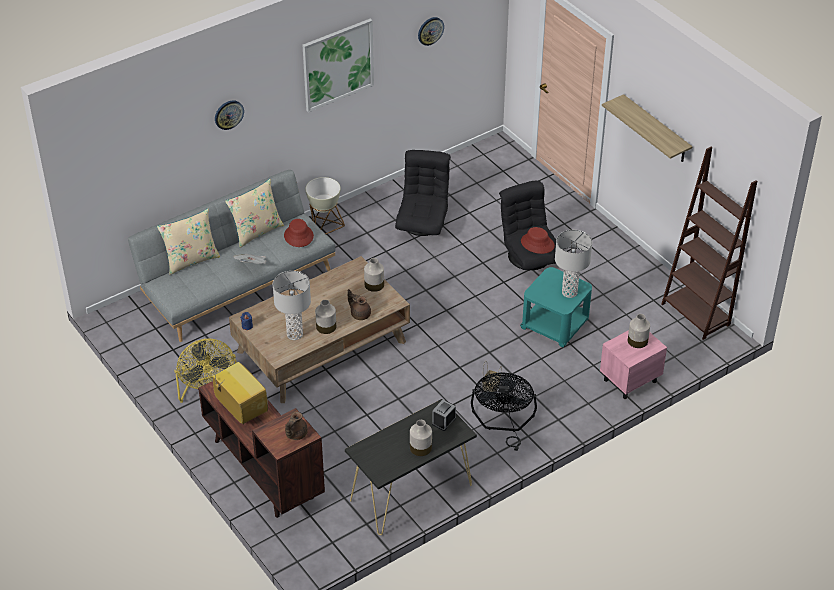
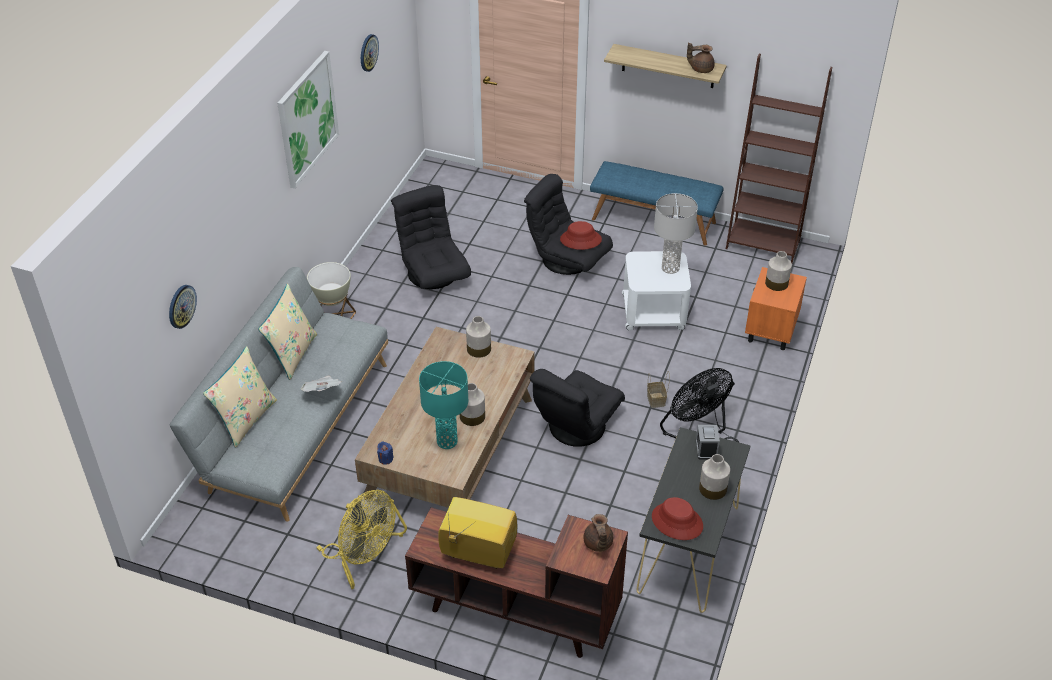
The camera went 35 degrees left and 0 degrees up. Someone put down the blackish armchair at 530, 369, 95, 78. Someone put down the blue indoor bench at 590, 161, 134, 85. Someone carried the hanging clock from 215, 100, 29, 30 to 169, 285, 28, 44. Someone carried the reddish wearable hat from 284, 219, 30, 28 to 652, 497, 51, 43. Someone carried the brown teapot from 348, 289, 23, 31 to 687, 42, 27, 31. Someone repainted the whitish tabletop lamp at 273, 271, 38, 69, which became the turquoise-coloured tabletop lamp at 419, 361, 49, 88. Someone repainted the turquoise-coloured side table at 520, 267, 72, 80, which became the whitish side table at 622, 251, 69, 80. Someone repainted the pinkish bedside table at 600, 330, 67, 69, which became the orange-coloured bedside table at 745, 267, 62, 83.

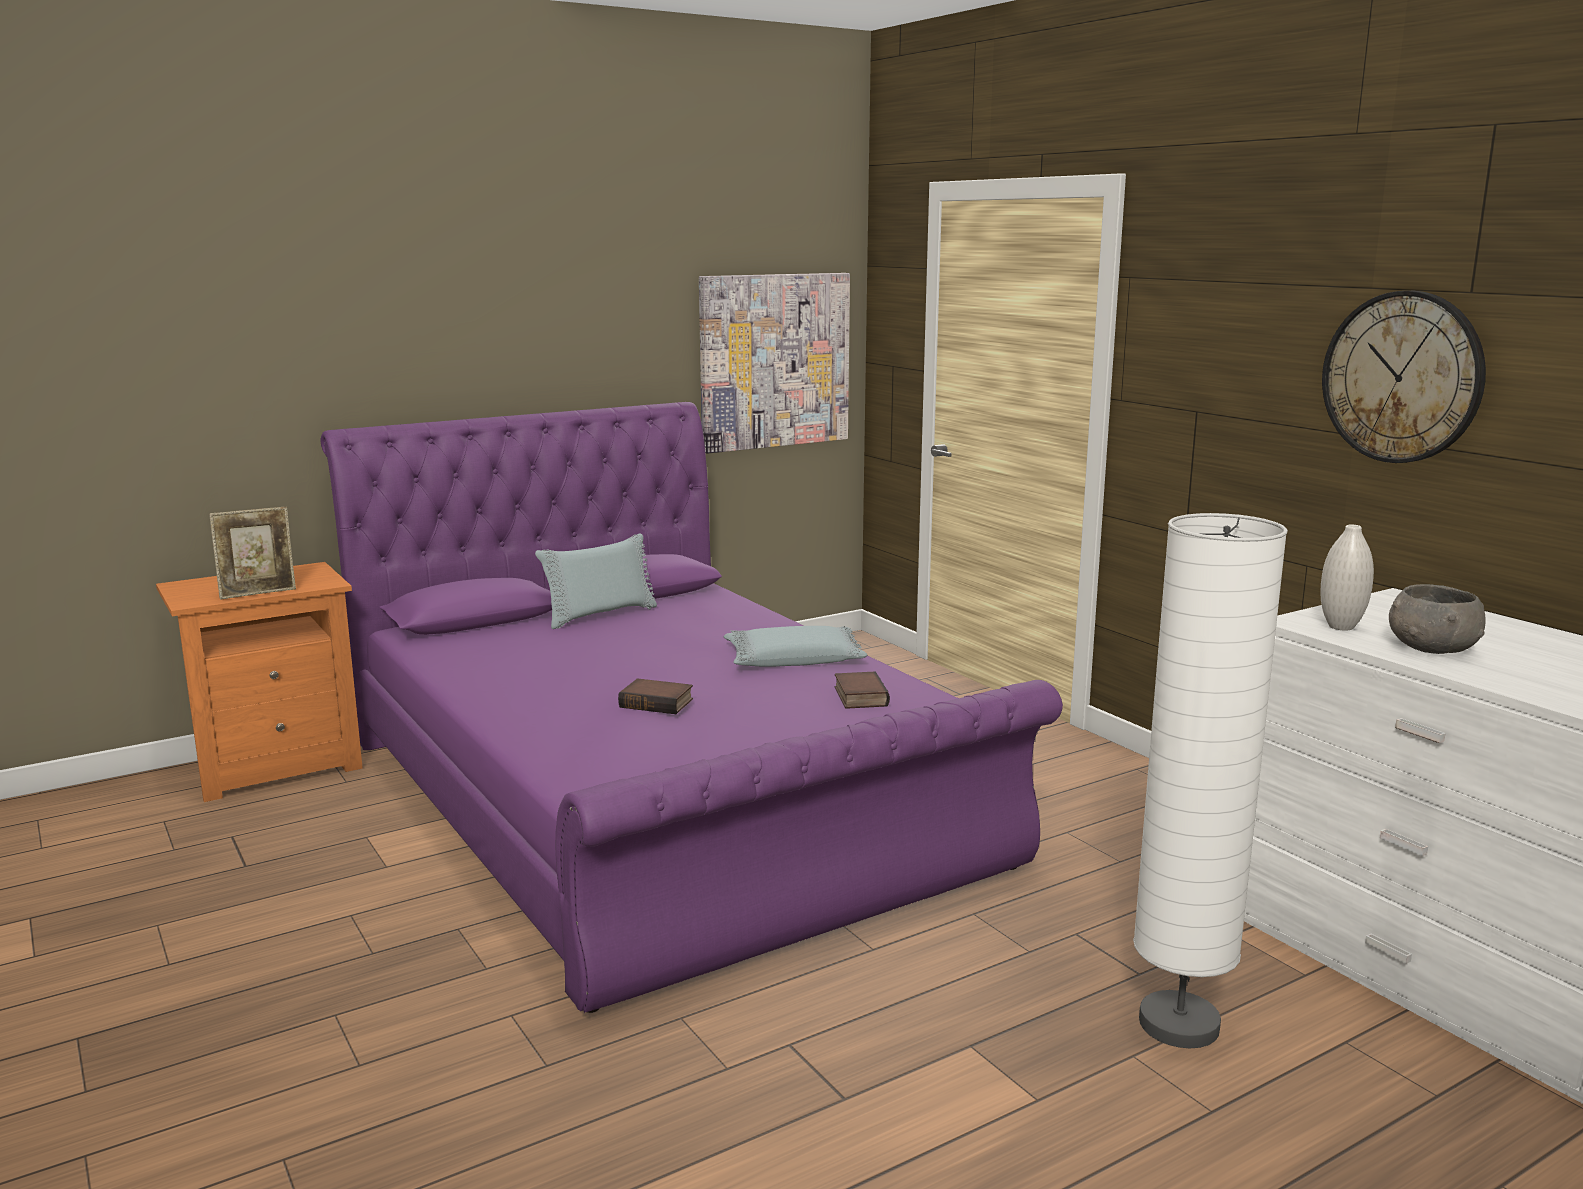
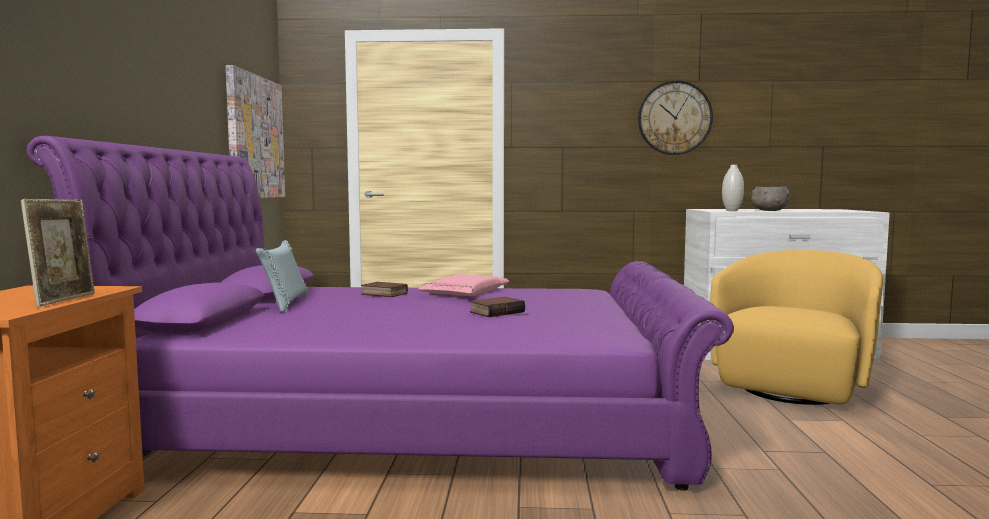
The camera went 55 degrees left and 10 degrees down. Someone carried the bound book from 835, 671, 55, 38 to 361, 282, 47, 15. Someone swapped the whitish floor lamp at 1133, 513, 155, 535 for the yellowish armchair at 710, 250, 173, 155. Someone repainted the blue throw pillow at 724, 626, 143, 41, which became the pinkish throw pillow at 418, 274, 91, 22.

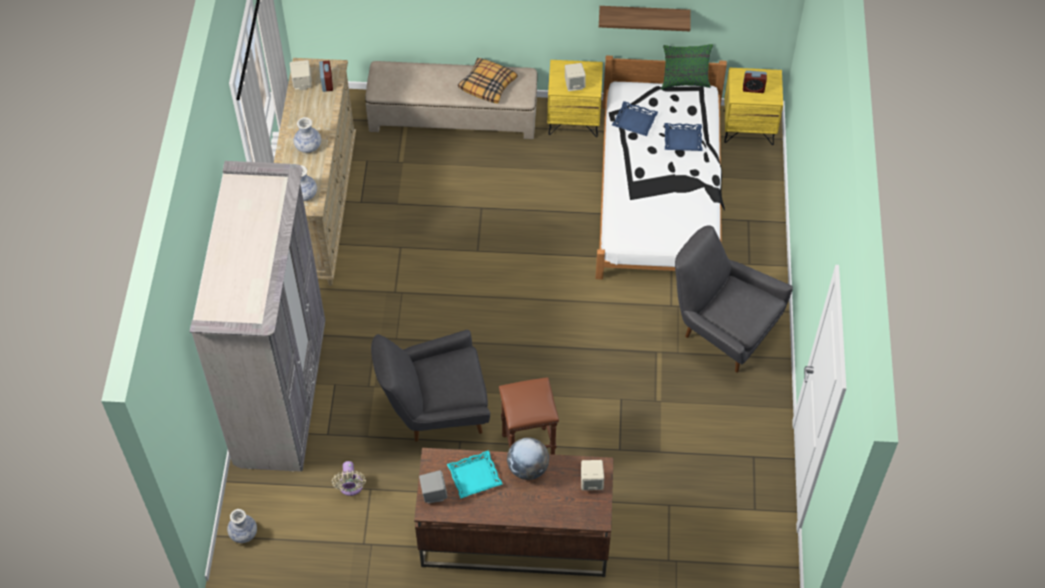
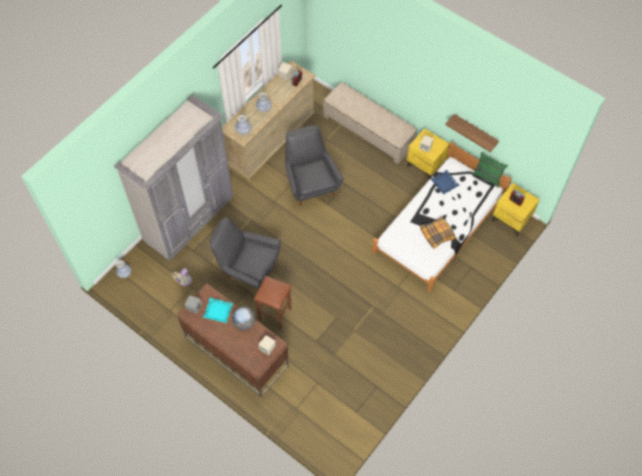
The camera went 35 degrees right and 5 degrees up. Someone took away the blue tray at 664, 123, 39, 28. Someone carried the throw pillow from 458, 58, 59, 45 to 420, 216, 36, 33. Someone carried the greyish armchair from 675, 225, 118, 148 to 285, 126, 59, 80.

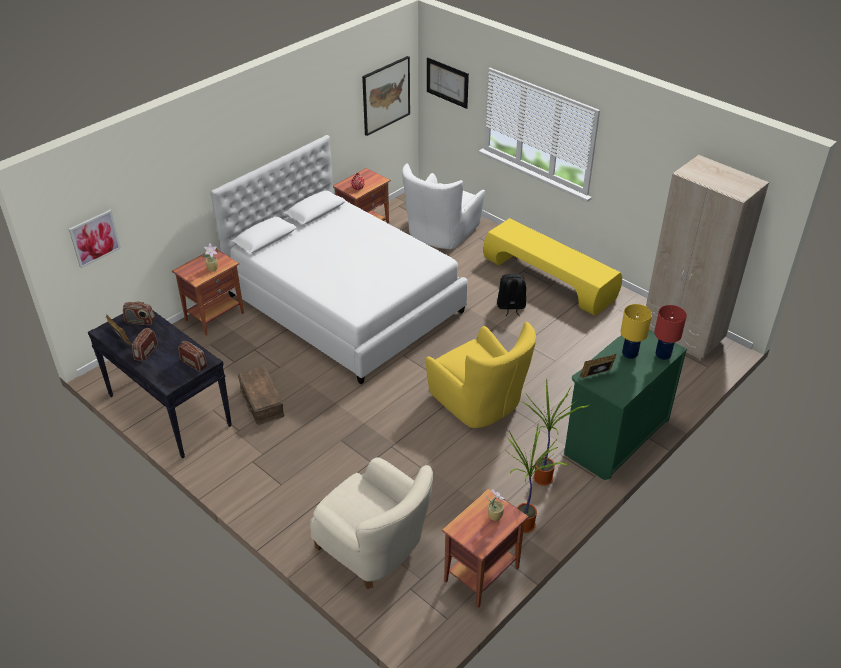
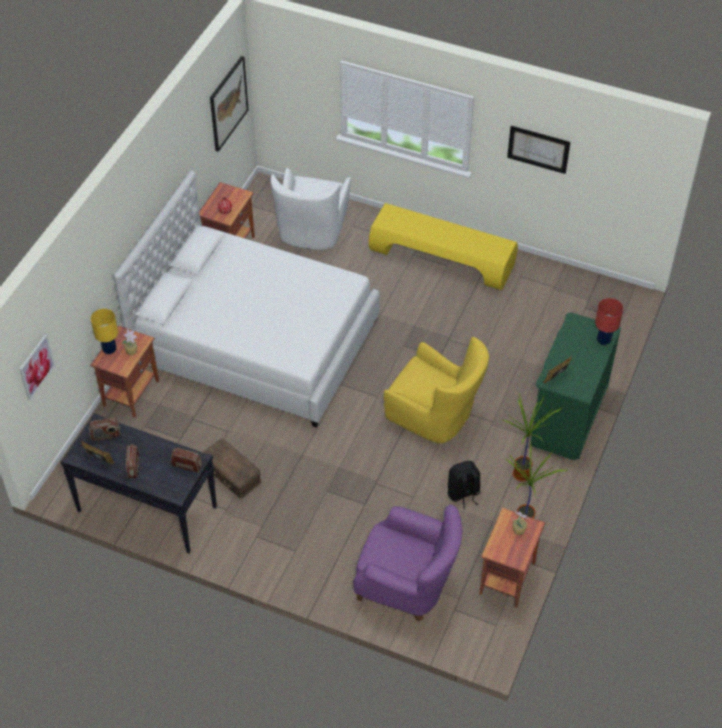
The camera went 20 degrees left and 10 degrees up. Someone took away the beige-coloured clothes cupboard at 646, 155, 123, 206. Someone carried the wall art from 427, 57, 42, 52 to 507, 126, 63, 48. Someone carried the blackish knapsack from 497, 274, 29, 42 to 448, 461, 32, 48. Someone carried the yellowish tabletop lamp from 621, 304, 31, 55 to 91, 309, 27, 45. Someone repainted the beige-coloured armchair at 310, 458, 123, 131, which became the purple-coloured armchair at 354, 504, 108, 118.

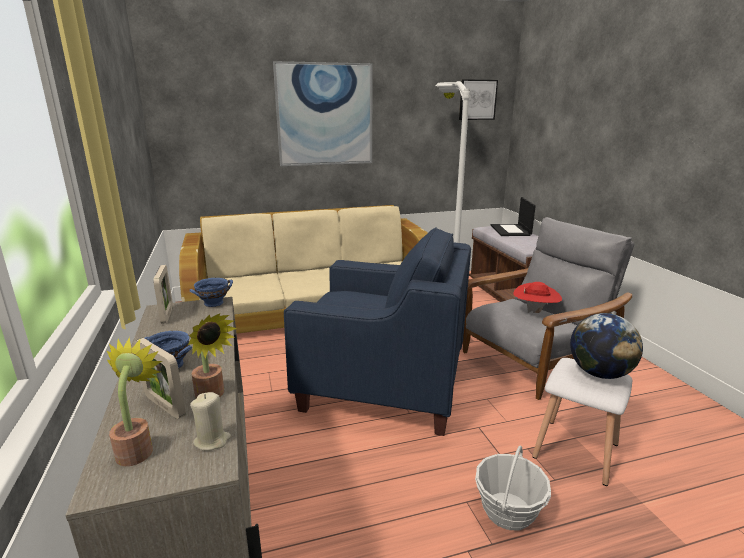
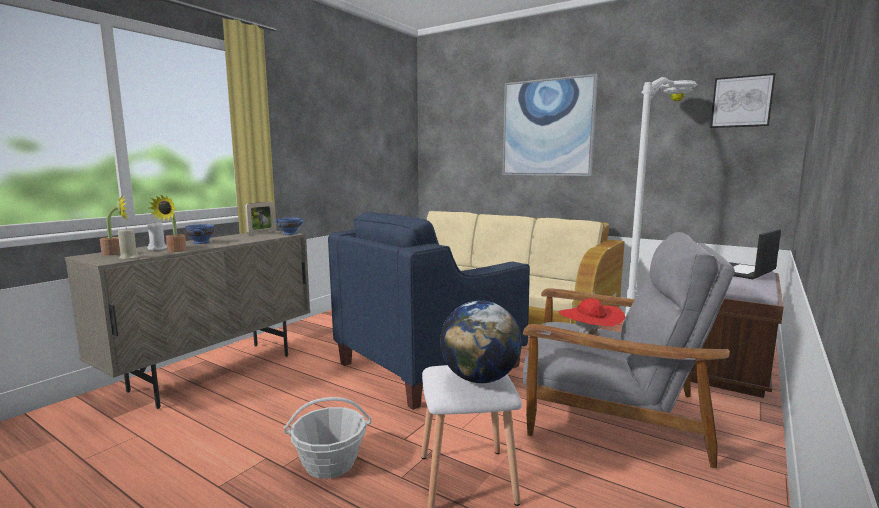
The camera went 50 degrees right and 10 degrees down. Someone swapped the photo frame at 135, 338, 51, 81 for the whitish wax light at 147, 222, 20, 28. Someone rotated the blue armchair at 284, 227, 187, 209 by 75 degrees clockwise.

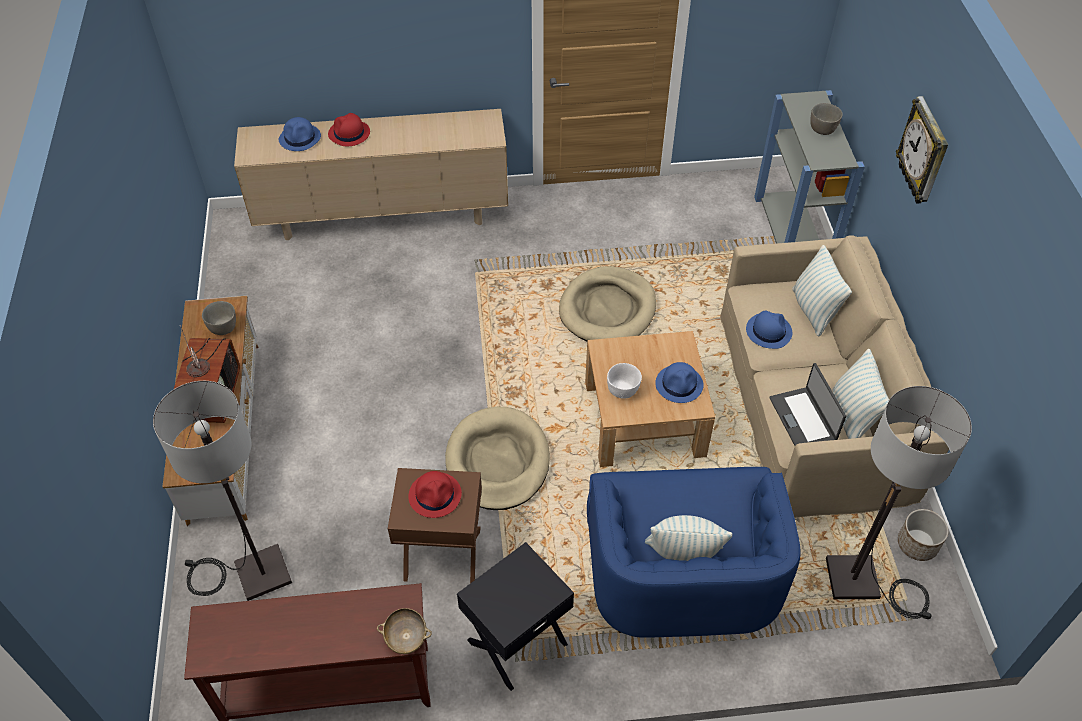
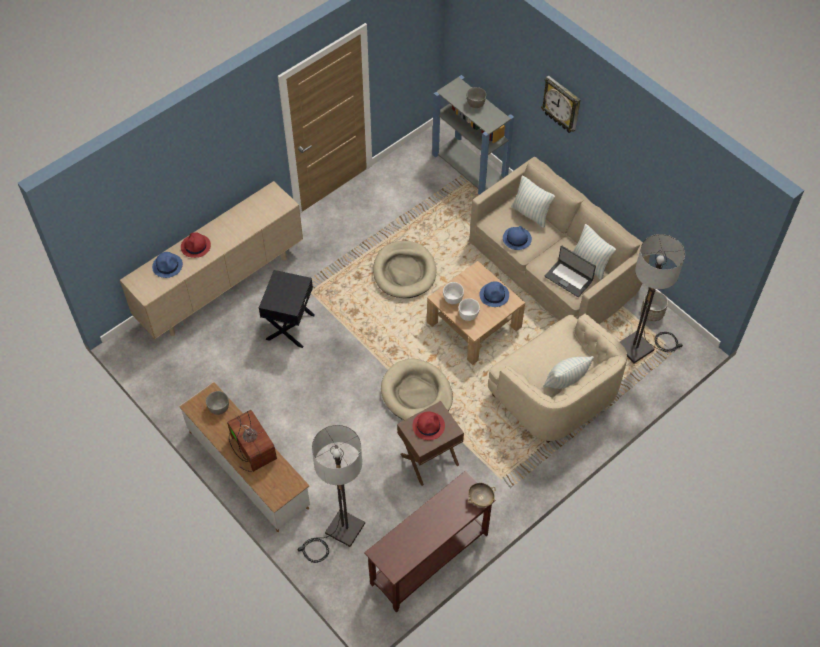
The camera went 35 degrees left and 5 degrees up. Someone put down the whitish deep dish at 443, 282, 21, 22. Someone carried the blackish side table from 457, 542, 117, 149 to 259, 270, 56, 78. Someone repainted the blue armchair at 587, 467, 213, 171, which became the beige-coloured armchair at 488, 313, 139, 130.

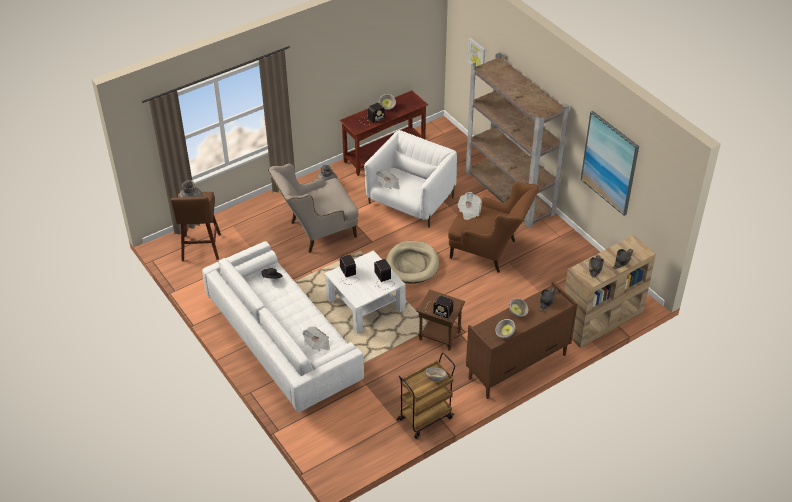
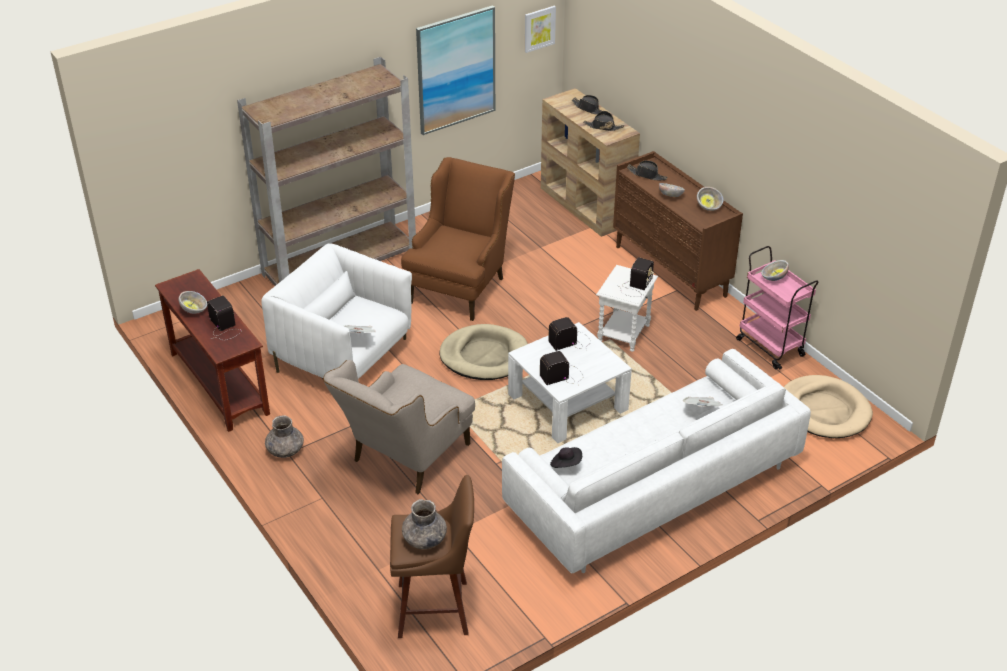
The camera went 90 degrees left and 5 degrees down. Someone took away the printed paper at 457, 192, 25, 28. Someone put down the beige-coloured dog bed at 784, 375, 89, 63. Someone carried the wall art from 468, 37, 17, 29 to 525, 6, 31, 47. Someone repainted the brown trolley at 397, 353, 58, 86, which became the pinkish trolley at 736, 246, 82, 124. Someone repainted the brown side table at 416, 289, 50, 61, which became the whitish side table at 596, 265, 62, 87. Someone rotated the beige-coloured armchair at 268, 164, 90, 89 by 60 degrees clockwise.

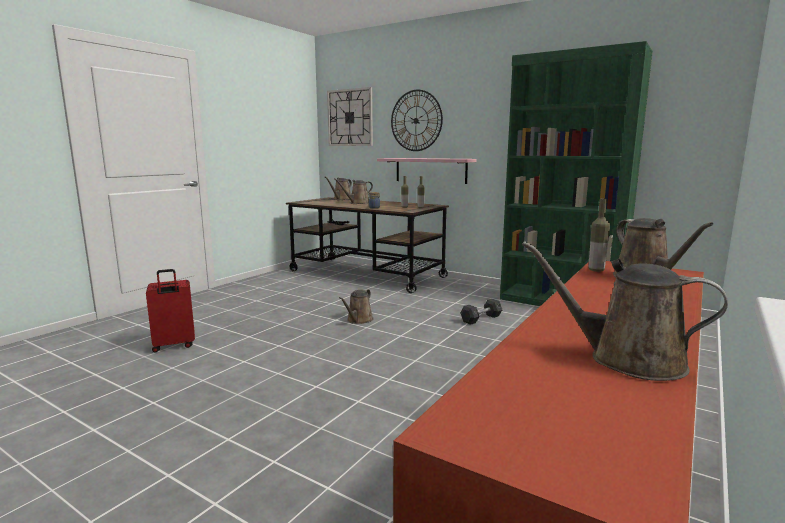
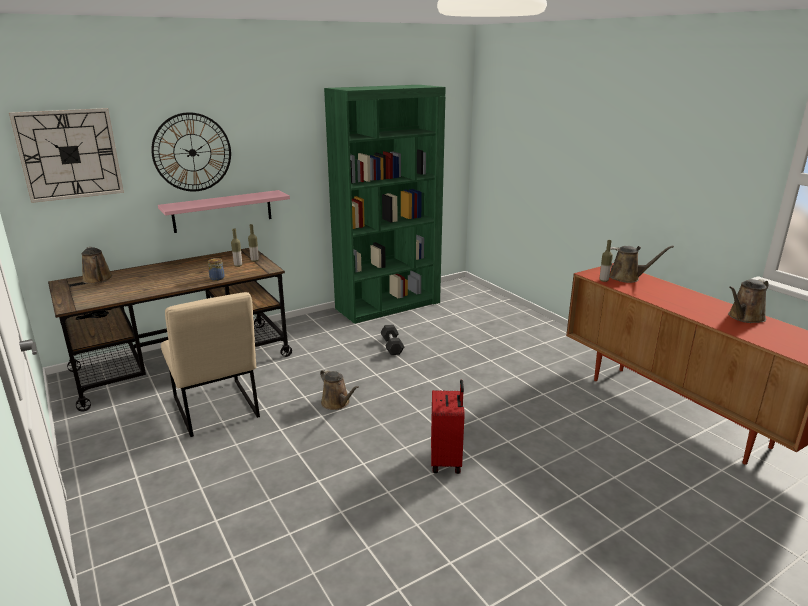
The camera went 65 degrees left and 10 degrees up. Someone took away the brown sprinkling can at 334, 178, 39, 26. Someone put down the beige-coloured plain chair at 161, 292, 99, 145. Someone carried the reddish suitcase from 146, 269, 49, 83 to 431, 380, 34, 94.

